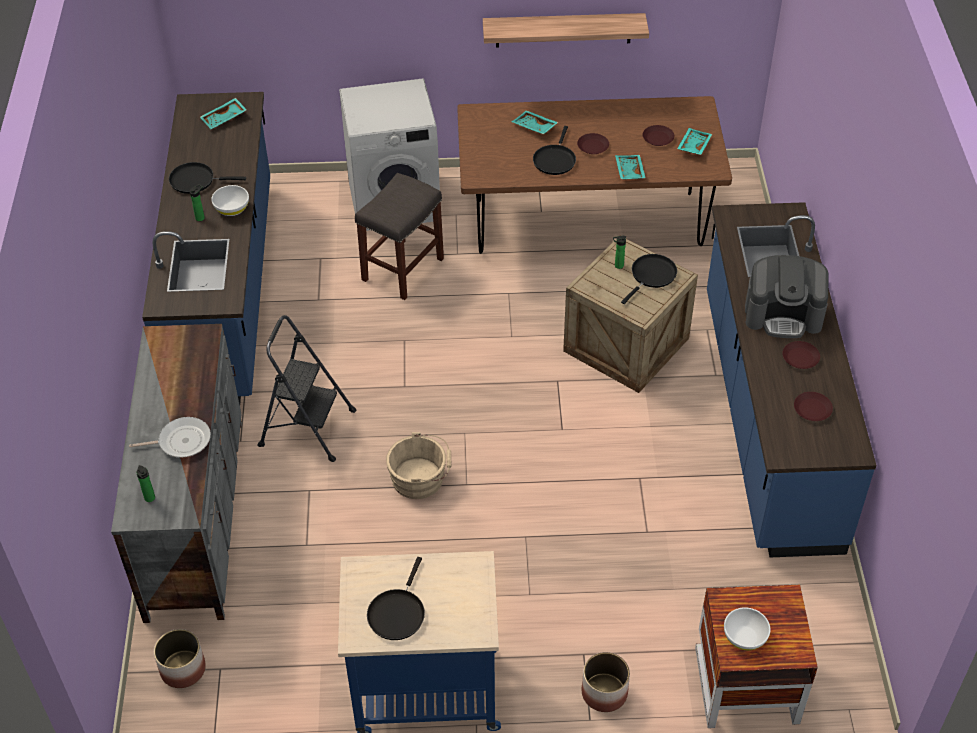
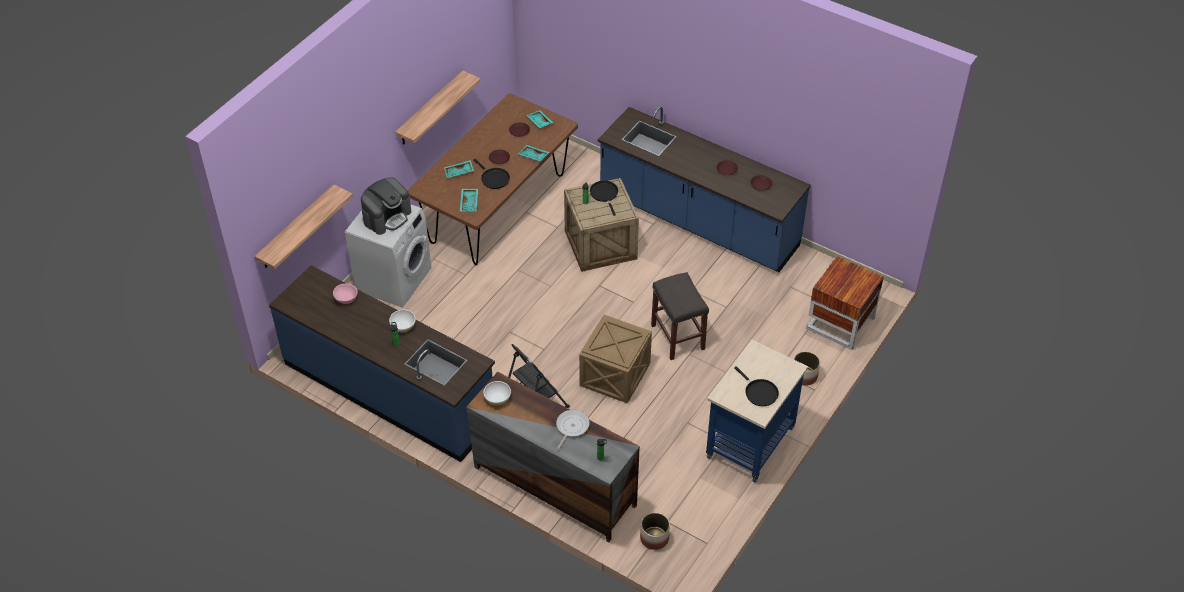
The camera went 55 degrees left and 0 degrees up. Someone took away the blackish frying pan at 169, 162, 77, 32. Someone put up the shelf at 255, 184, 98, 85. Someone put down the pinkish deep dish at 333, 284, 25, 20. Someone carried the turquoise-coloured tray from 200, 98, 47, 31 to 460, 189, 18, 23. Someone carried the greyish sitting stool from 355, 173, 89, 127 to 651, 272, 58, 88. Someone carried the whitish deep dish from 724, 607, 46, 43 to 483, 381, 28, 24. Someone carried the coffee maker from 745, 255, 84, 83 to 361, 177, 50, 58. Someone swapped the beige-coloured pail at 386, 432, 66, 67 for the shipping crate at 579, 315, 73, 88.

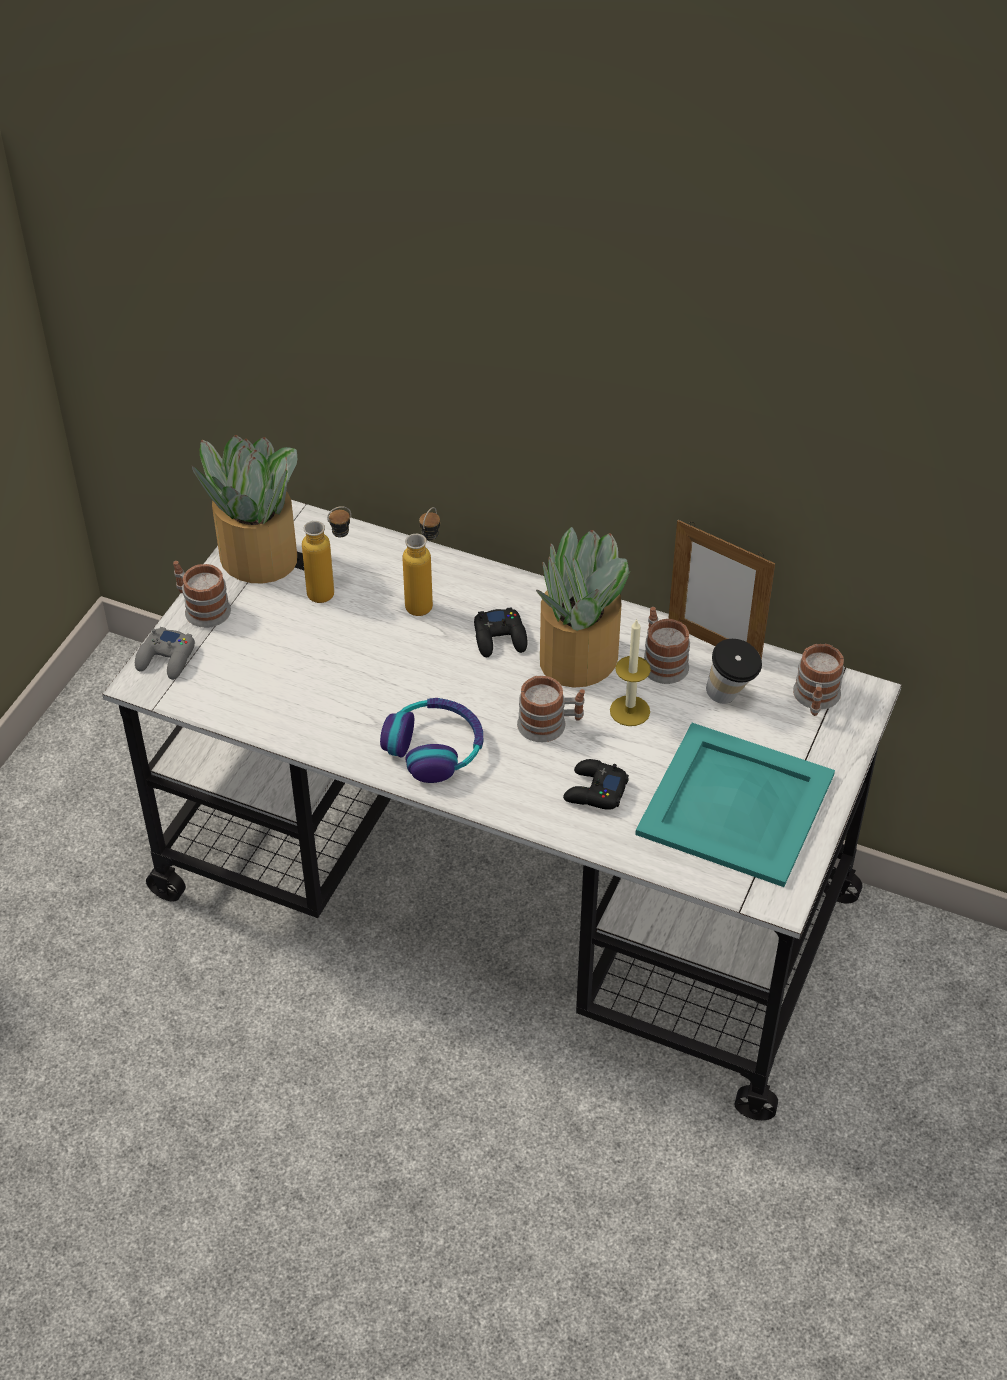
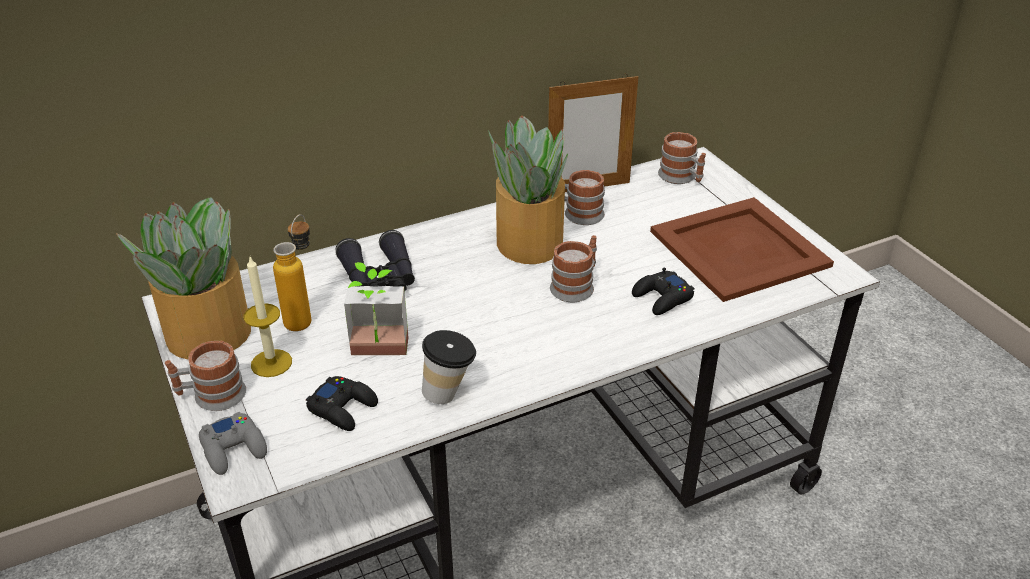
The camera went 50 degrees left and 10 degrees down. Someone took away the headset at 380, 698, 103, 85. Someone put down the potted plant at 344, 262, 64, 93. Someone carried the blackish gamepad from 474, 607, 54, 50 to 306, 376, 72, 55. Someone carried the wax light from 610, 619, 41, 107 to 244, 257, 48, 120. Someone carried the cup from 706, 639, 56, 65 to 422, 330, 54, 74. Someone swapped the beverage bottle at 402, 507, 38, 109 for the blackish binoculars at 335, 230, 80, 61. Someone repainted the turquoise-coloured tray at 635, 723, 200, 164, which became the brown tray at 650, 197, 184, 105.

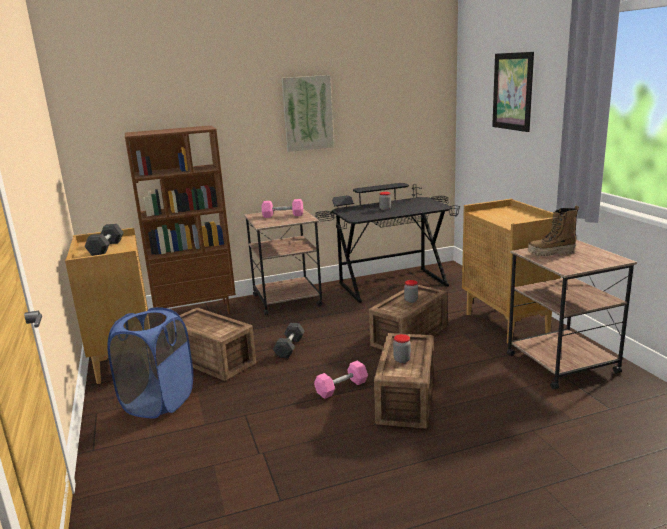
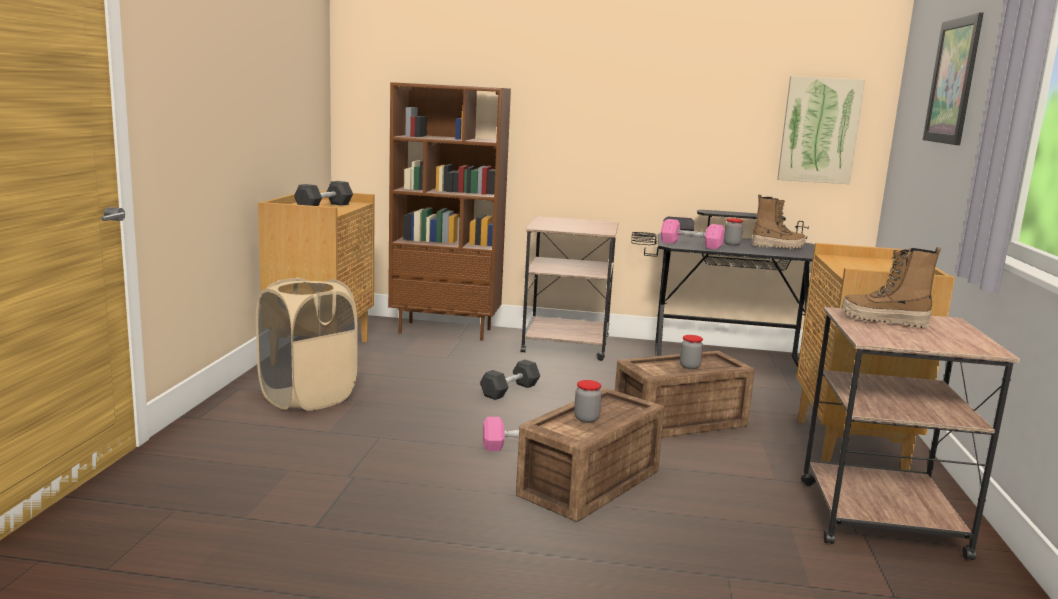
The camera went 25 degrees right and 5 degrees down. Someone took away the shipping crate at 179, 308, 77, 73. Someone put down the high-top boot at 752, 194, 53, 55. Someone carried the pinkish free weight from 262, 199, 41, 19 to 661, 219, 63, 30. Someone carried the wall art from 281, 75, 53, 77 to 777, 76, 88, 108. Someone repainted the blue hamper at 107, 307, 86, 111, which became the beige-coloured hamper at 256, 278, 102, 133.

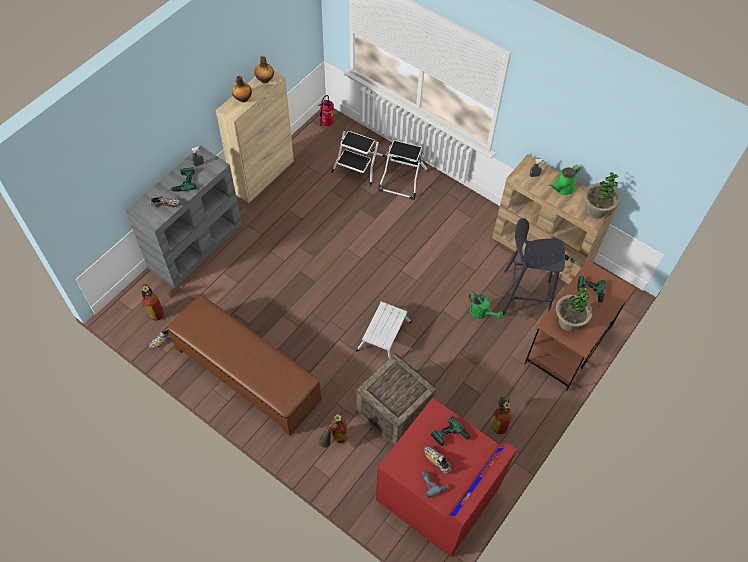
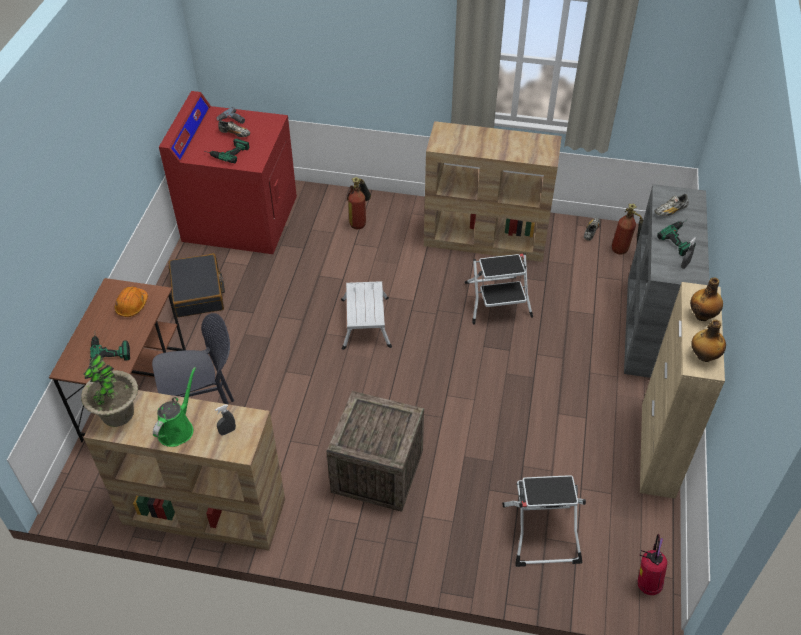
The camera went 155 degrees right and 10 degrees down. Someone took away the green-coloured sprinkling can at 469, 292, 34, 27. Someone carried the shipping crate from 357, 353, 80, 93 to 327, 391, 97, 121. Someone carried the step stool from 378, 140, 51, 60 to 465, 253, 68, 72. Someone swapped the brown indoor bench at 168, 295, 154, 141 for the brown bookcase at 424, 121, 138, 141. Someone swapped the extinguisher at 492, 397, 20, 37 for the blackish suitcase at 169, 253, 56, 64. Someone swapped the potted plant at 556, 287, 37, 44 for the orange-coloured safety helmet at 115, 287, 33, 30.

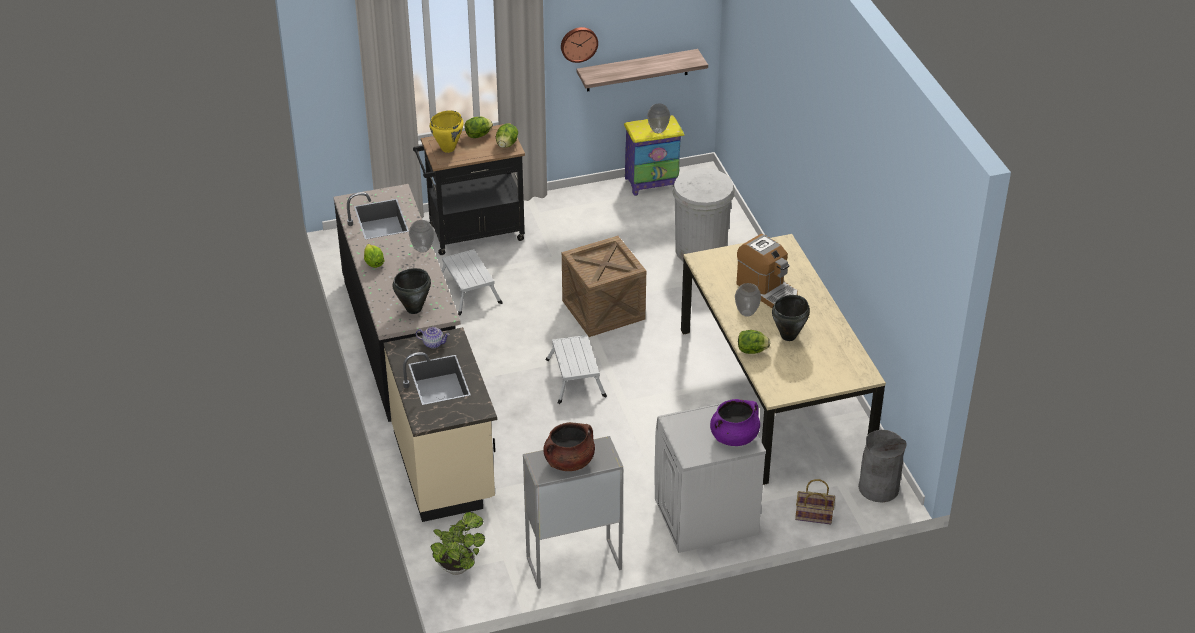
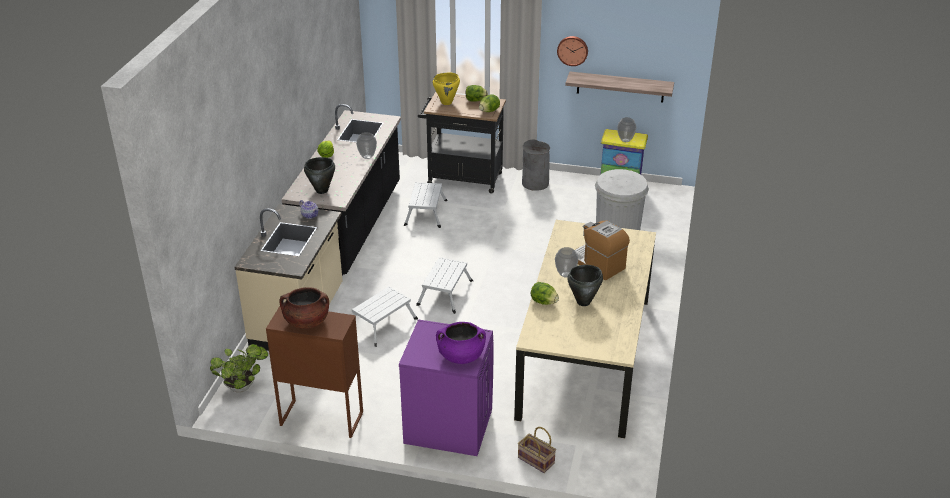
The camera went 30 degrees right and 5 degrees down. Someone took away the shipping crate at 562, 236, 84, 101. Someone put down the whitish step stool at 352, 286, 66, 61. Someone carried the greyish rubbish bin from 858, 430, 49, 73 to 522, 139, 28, 52. Someone repainted the greyish storage cabinet at 523, 436, 100, 153, which became the brown storage cabinet at 266, 306, 97, 132. Someone repainted the whitish laundry appliance at 655, 403, 111, 150, which became the purple-coloured laundry appliance at 399, 319, 95, 137. Someone rotated the coffee maker at 736, 234, 62, 74 by 150 degrees clockwise.

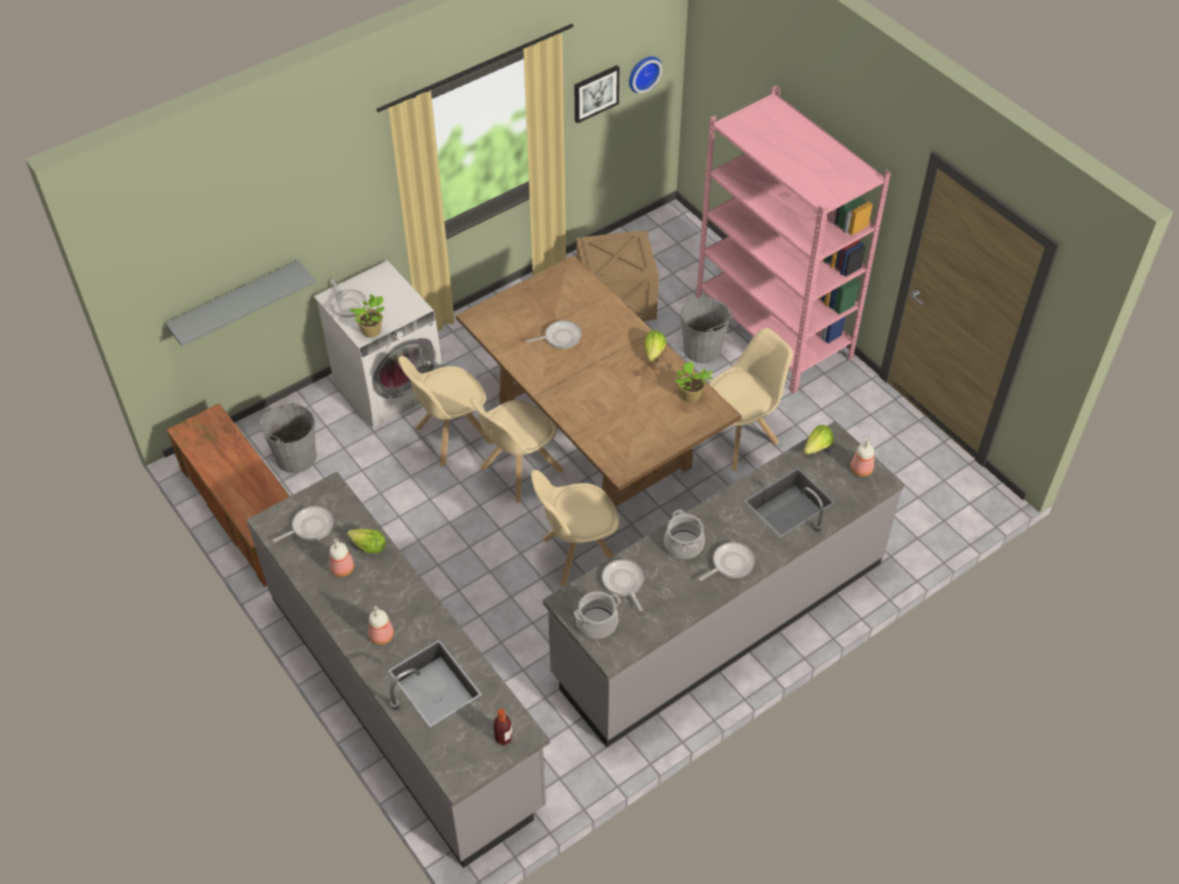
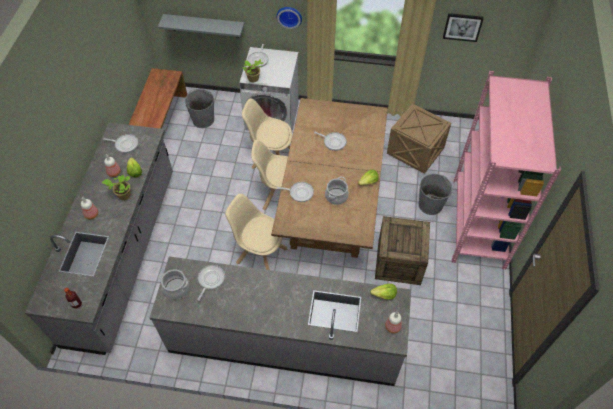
The camera went 45 degrees right and 5 degrees up. Someone carried the hanging clock from 629, 56, 33, 37 to 276, 7, 26, 22. Someone carried the stockpot from 664, 510, 41, 49 to 325, 176, 24, 29. Someone carried the potted plant from 676, 361, 37, 41 to 102, 175, 29, 25. Someone carried the frying pan from 699, 542, 56, 39 to 277, 182, 37, 20. Someone swapped the beige-coloured plain chair at 709, 328, 84, 143 for the shipping crate at 375, 216, 55, 69.

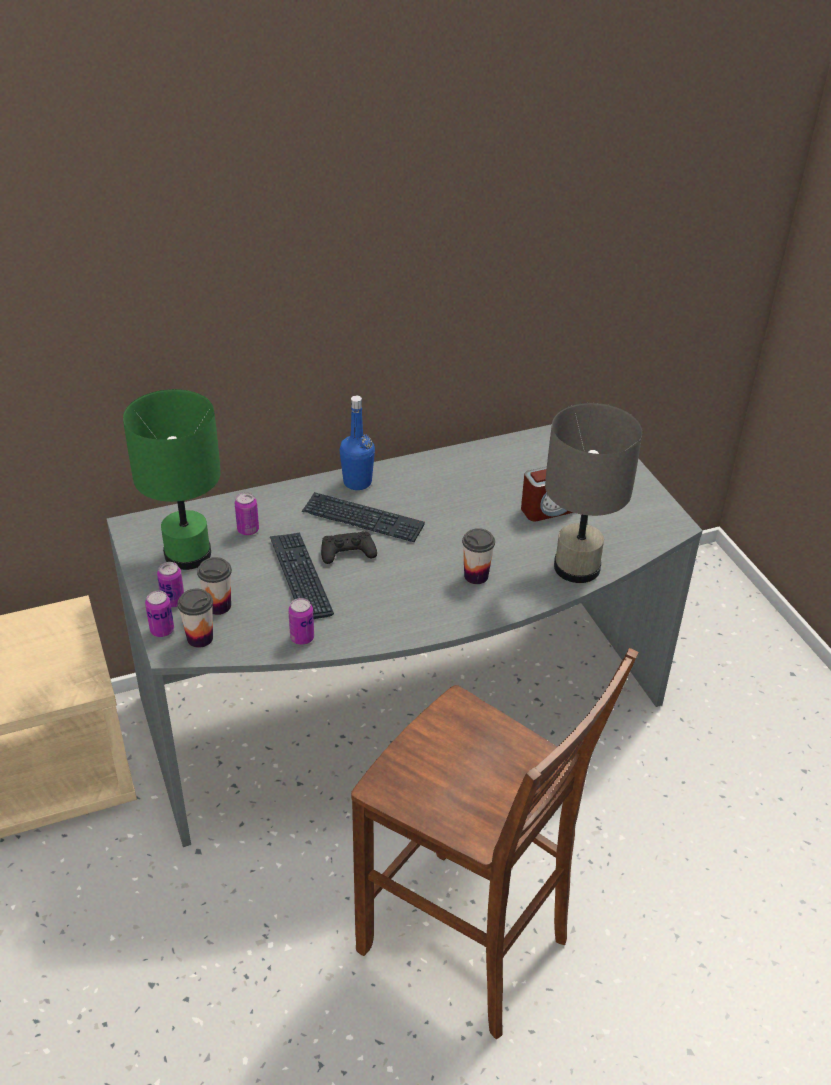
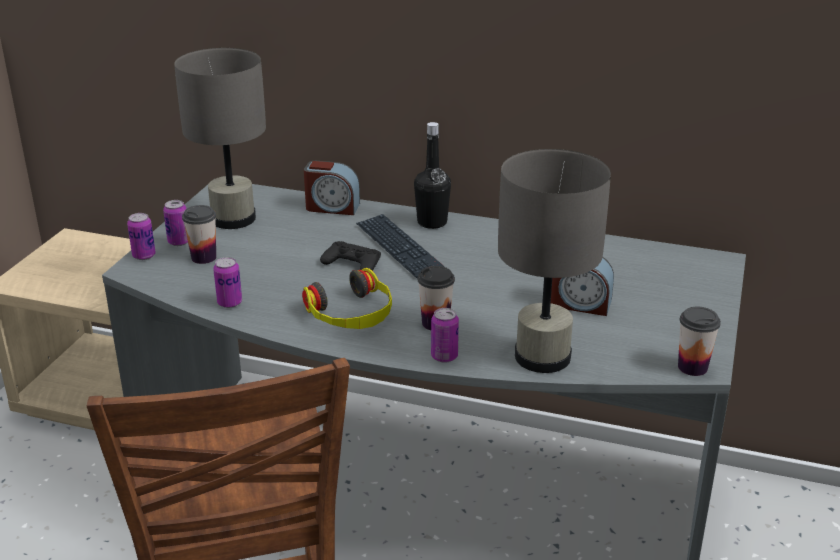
The camera went 40 degrees right and 10 degrees down. Someone took away the PC keyboard at 270, 532, 64, 87. Someone put down the headset at 302, 268, 90, 61. Someone put down the bedside clock at 304, 161, 56, 54. Someone carried the cup from 177, 589, 36, 59 to 678, 307, 43, 69. Someone carried the metal can from 235, 492, 24, 43 to 431, 308, 28, 55. Someone repainted the green-coloured tabletop lamp at 123, 389, 98, 181, which became the greyish tabletop lamp at 174, 48, 92, 181. Someone repainted the blue beverage bottle at 340, 396, 35, 94, which became the blackish beverage bottle at 414, 122, 37, 107.

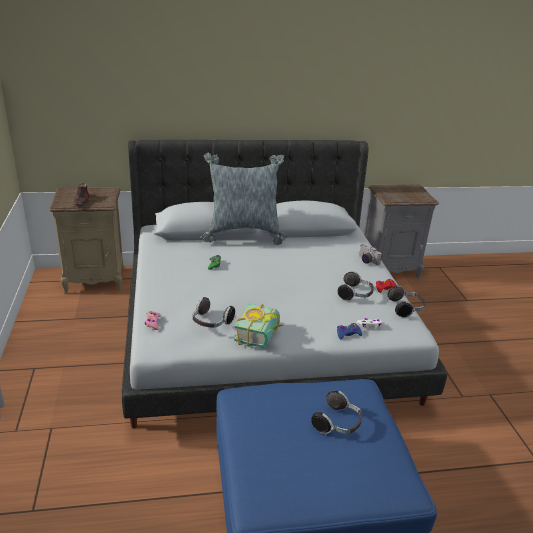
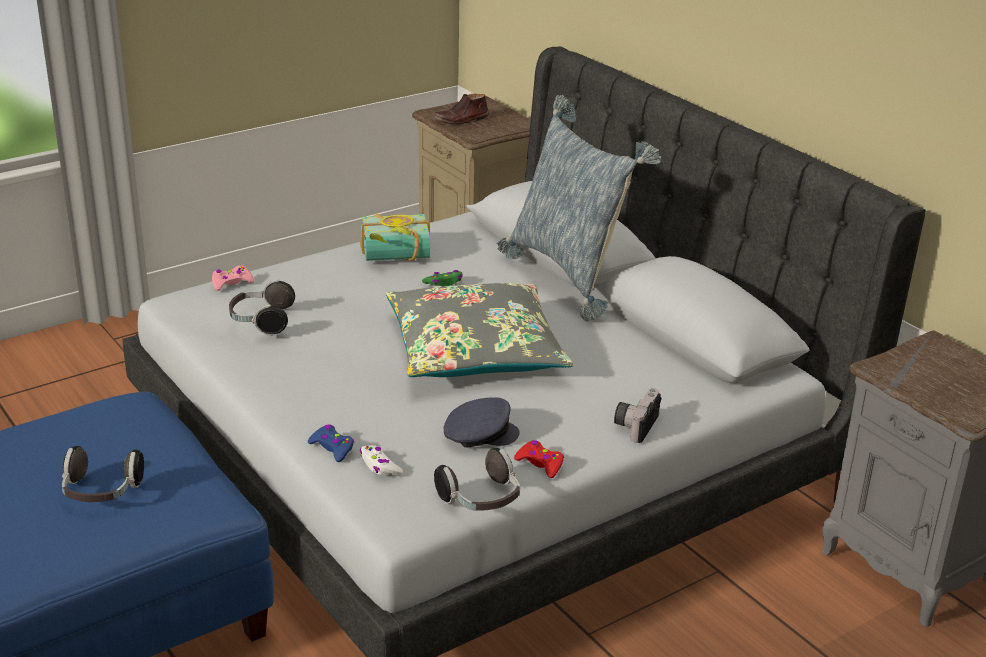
The camera went 65 degrees right and 0 degrees up. Someone put down the greyish throw pillow at 386, 283, 187, 94. Someone carried the bound book from 234, 303, 49, 45 to 360, 214, 70, 47. Someone swapped the headset at 338, 271, 36, 30 for the greyish baseball cap at 444, 397, 75, 51.

